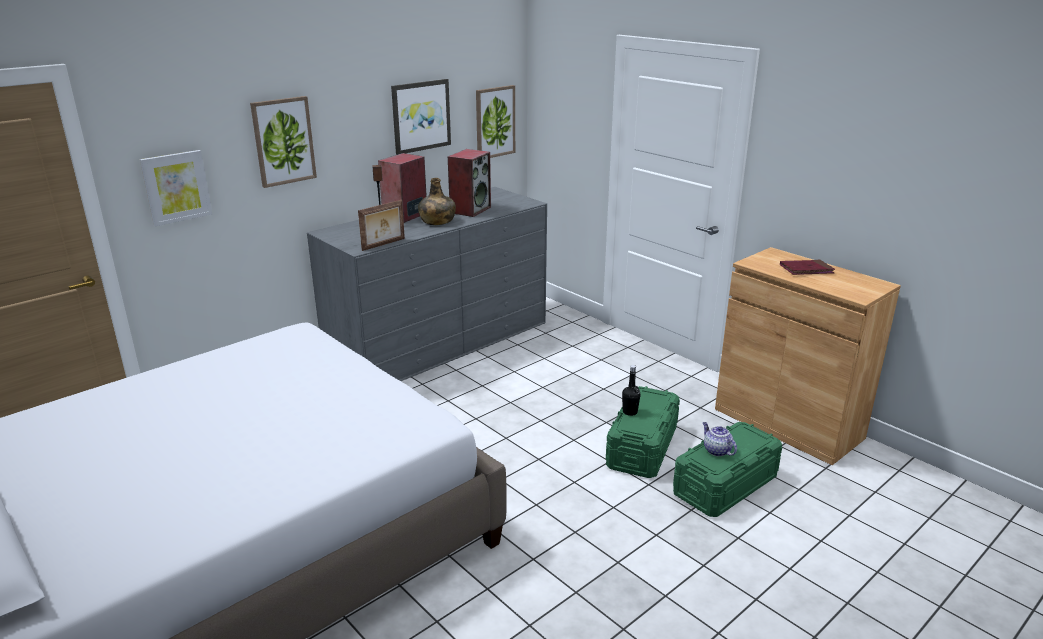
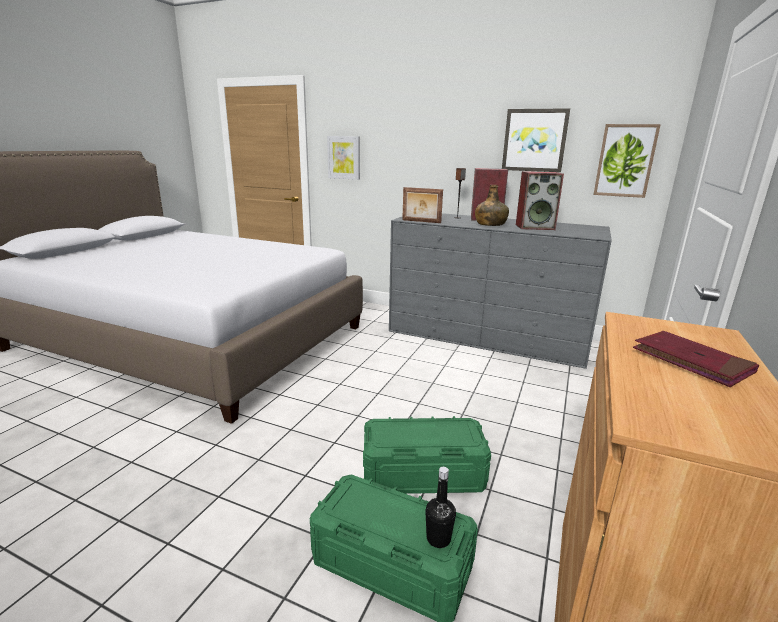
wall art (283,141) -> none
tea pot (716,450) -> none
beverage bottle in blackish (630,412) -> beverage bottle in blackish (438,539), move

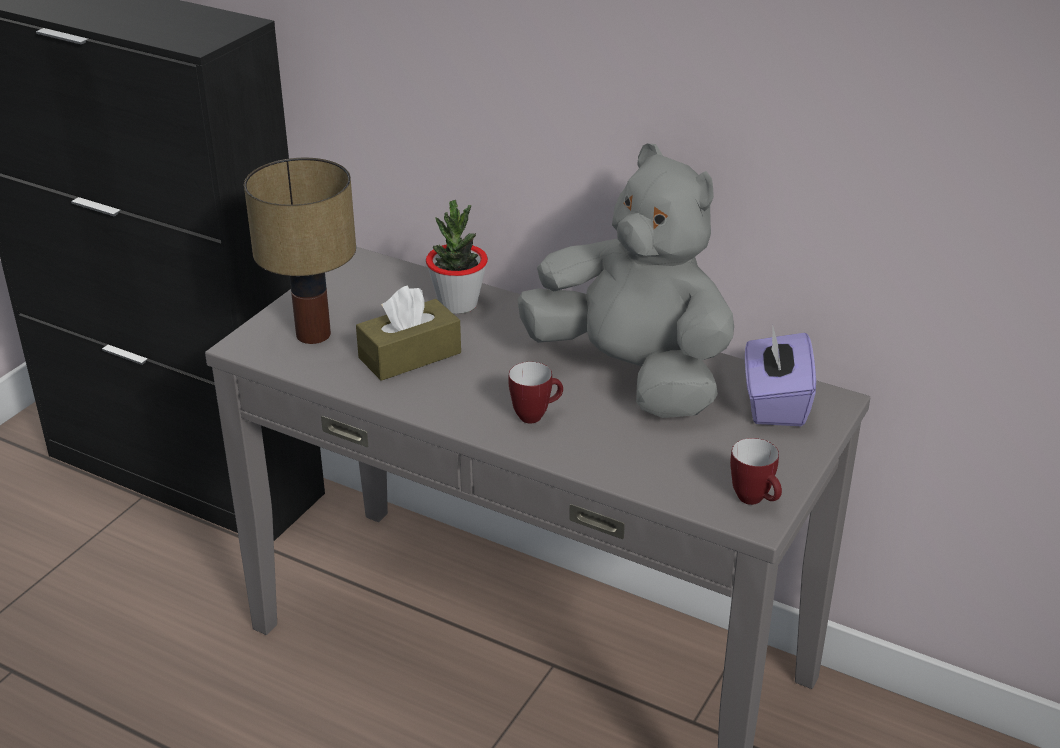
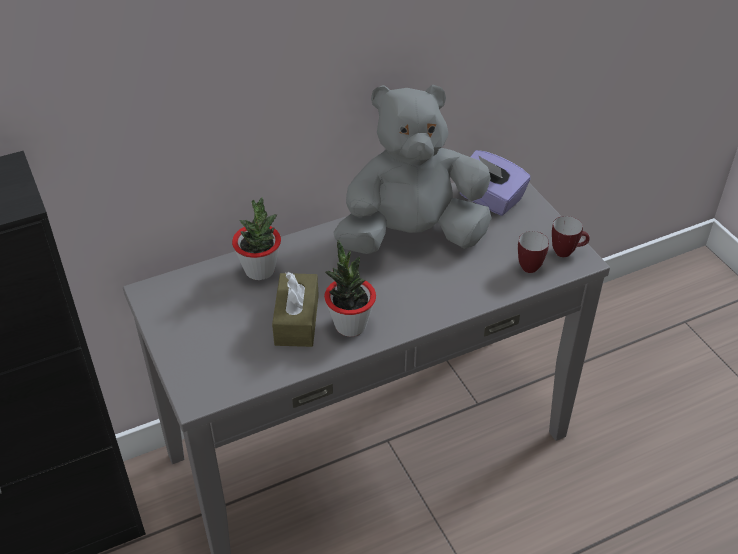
tabletop lamp (315,334) -> none
none -> potted plant (350,325)
coffee mug (536,415) -> coffee mug (529,265), move

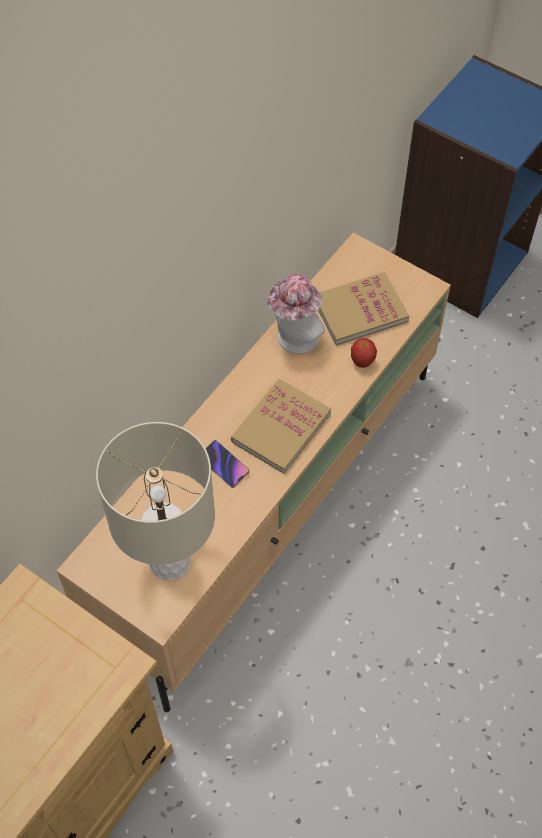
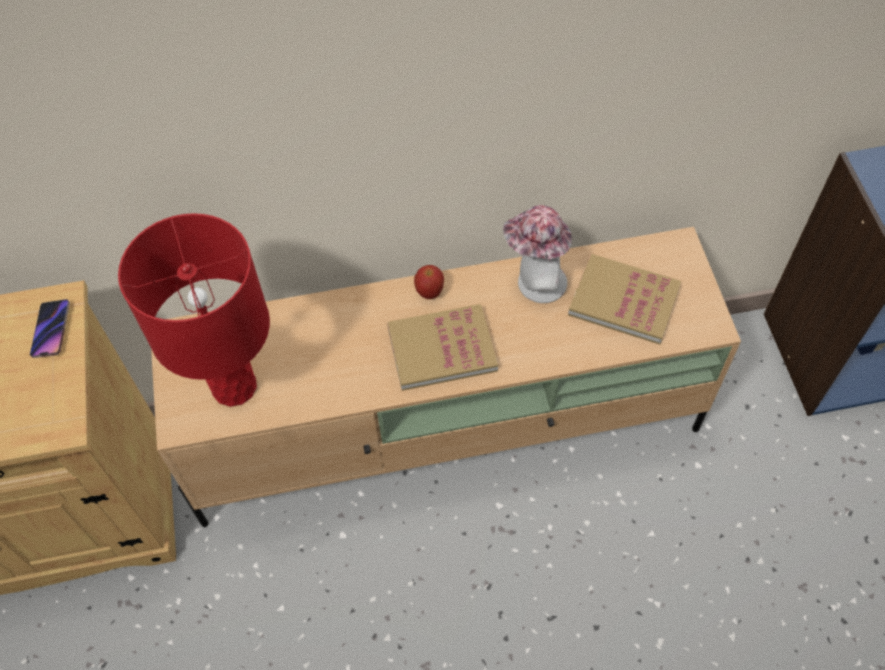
telephone (224,465) -> telephone (51,330), move
whole apple (362,362) -> whole apple (429,293), move
tabletop lamp in sand-coloured (169,563) -> tabletop lamp in reddish (233,387)

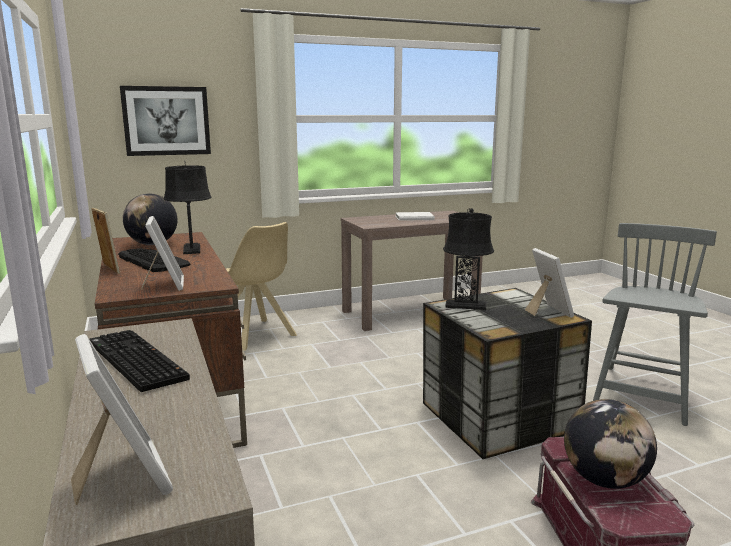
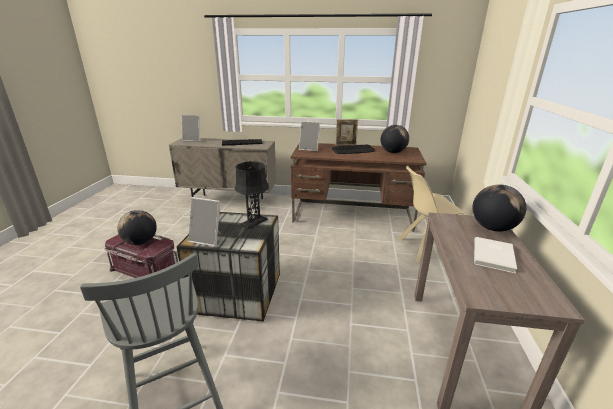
wall art (166,121) -> none
tabletop lamp in blackish (191,249) -> none
none -> desk globe (492,228)

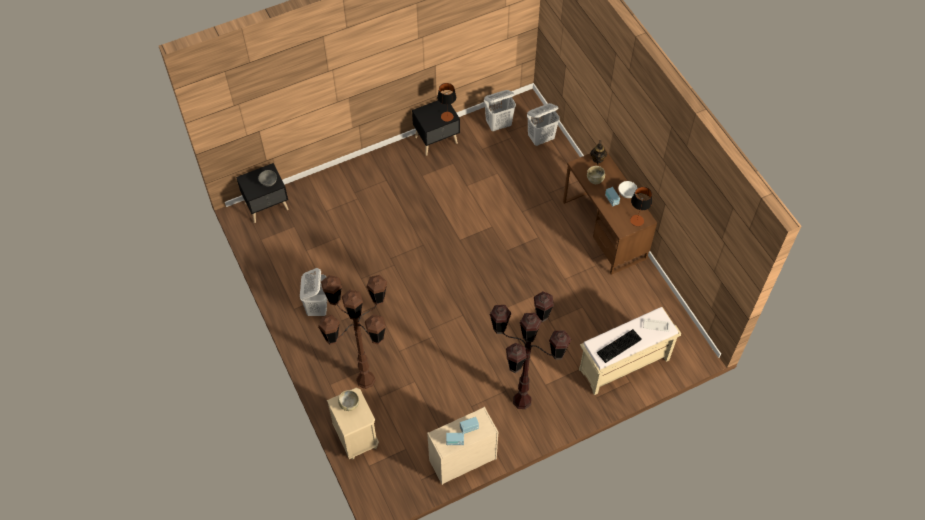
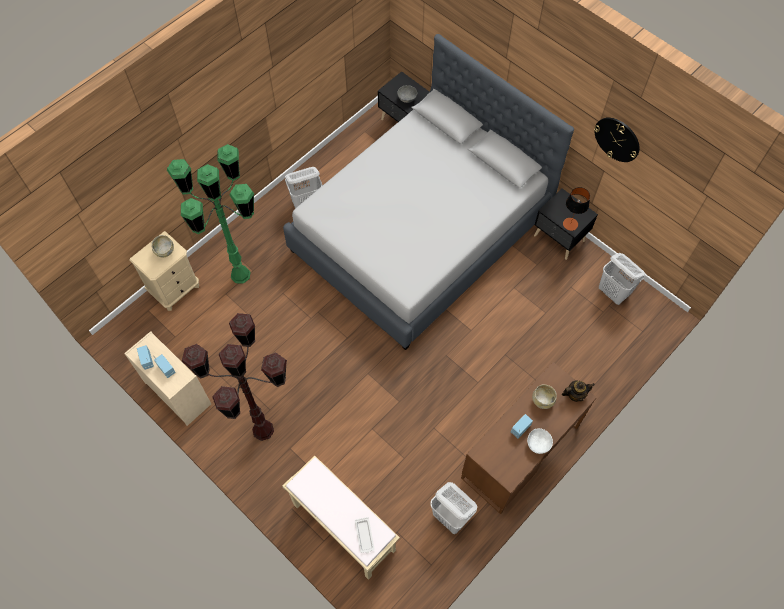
computer keyboard (619,347) -> none
tabletop lamp (637,220) -> none
none -> bedroom bed in grey (420,231)
none -> clock on the wall (617,139)
washing basket in white-coloured (541,138) -> washing basket in white-coloured (451,517), move
standing lamp in brownish (365,380) -> standing lamp in green (240,274)

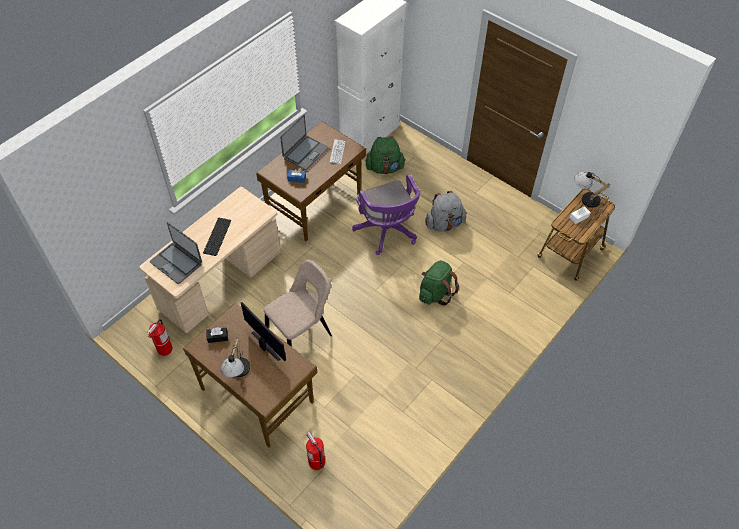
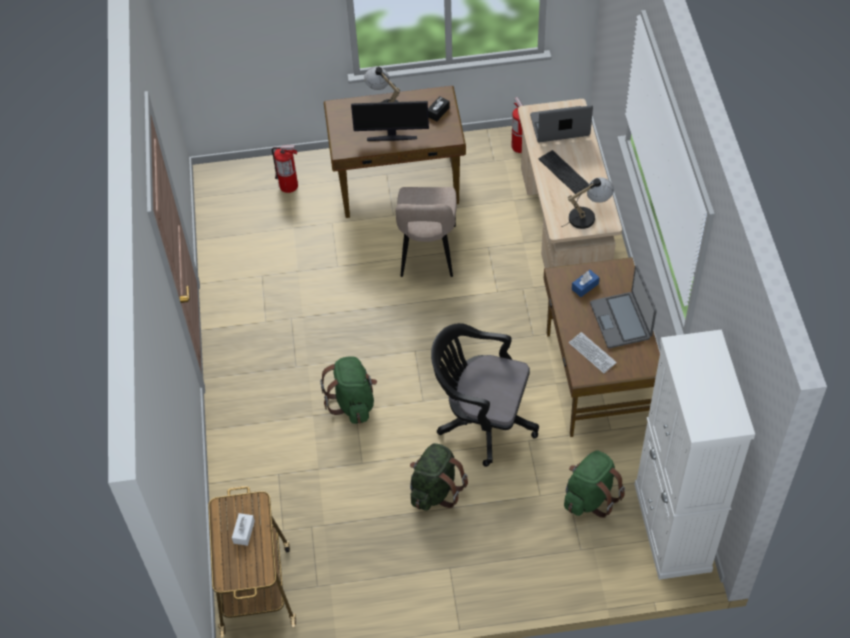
tabletop lamp (585,199) -> tabletop lamp (588,216), move
desk chair in purplish (387,232) -> desk chair in blackish (482,420)
rucksack in grey (444,224) -> rucksack in green (435,489)

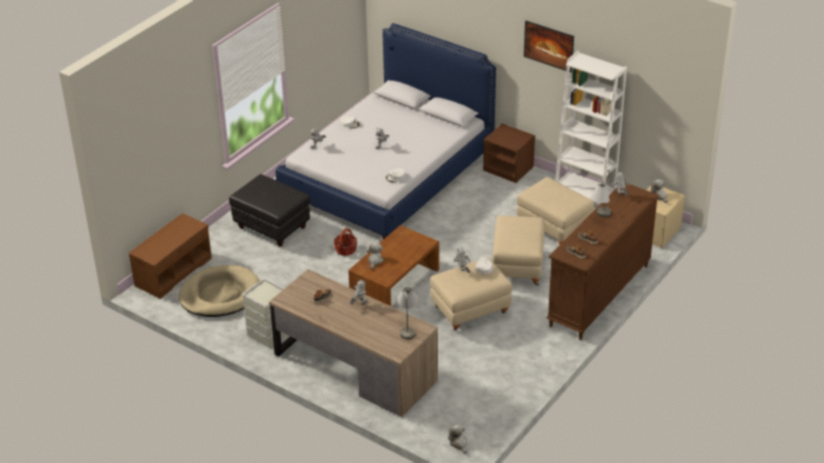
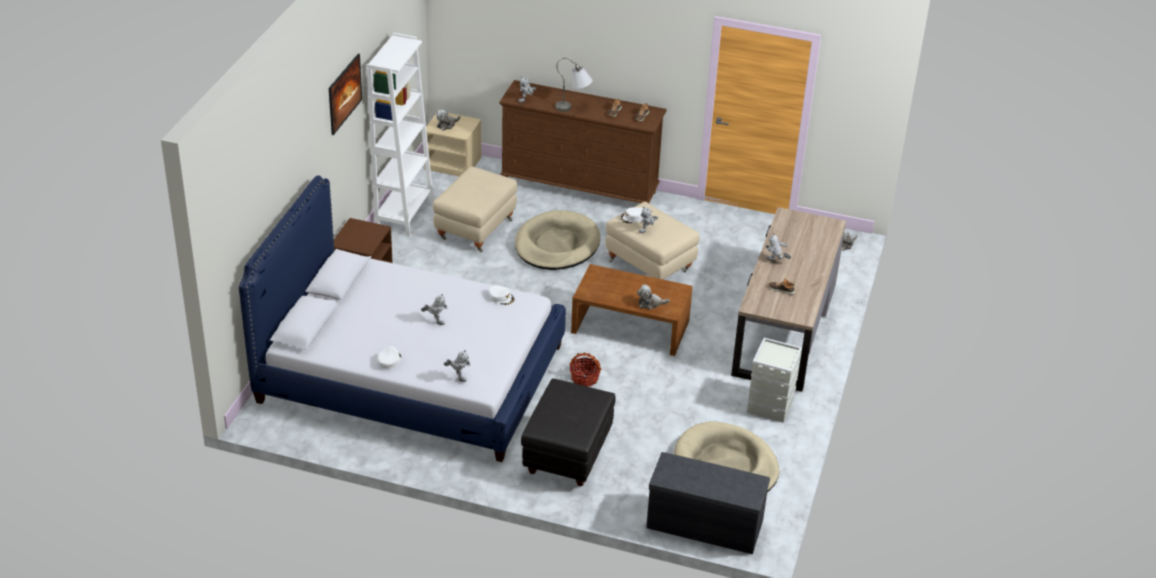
tabletop lamp in grey (408,327) -> none
pouffe in sand-coloured (517,267) -> dog bed in sand-coloured (557,245)
indoor bench in brownish (173,271) -> indoor bench in grey (703,524)

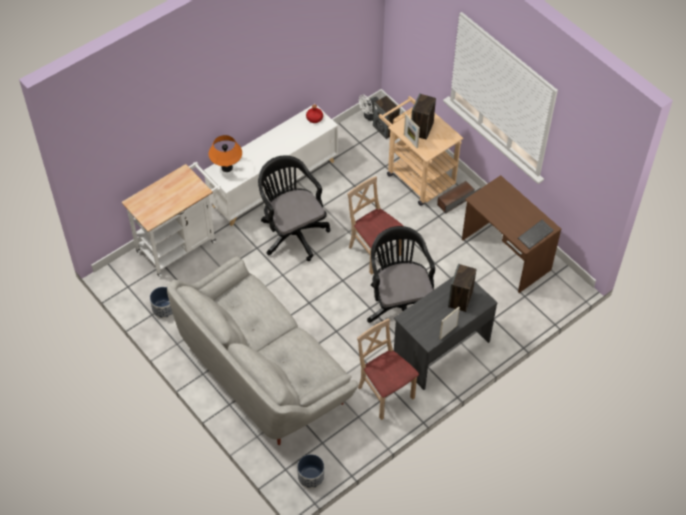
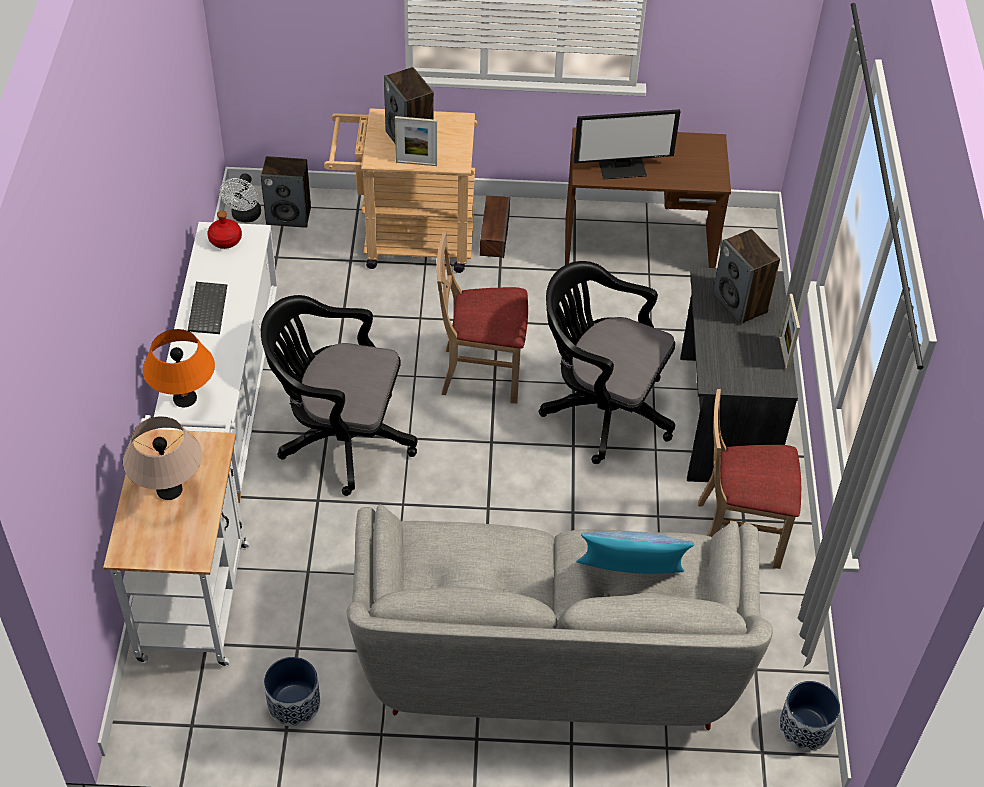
none -> tabletop lamp in sand-coloured (170,490)
none -> monitor (623,168)
none -> throw pillow (629,582)
computer keyboard (535,234) -> computer keyboard (206,308), move

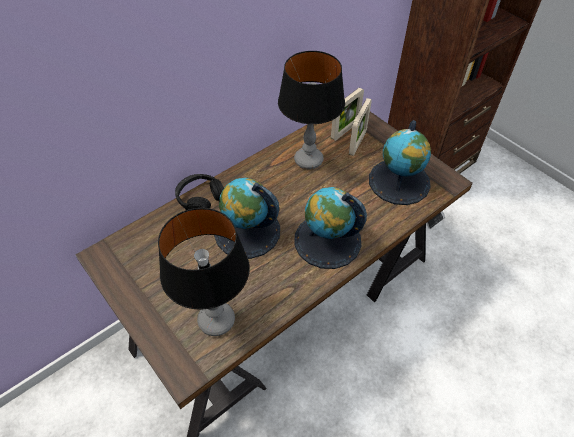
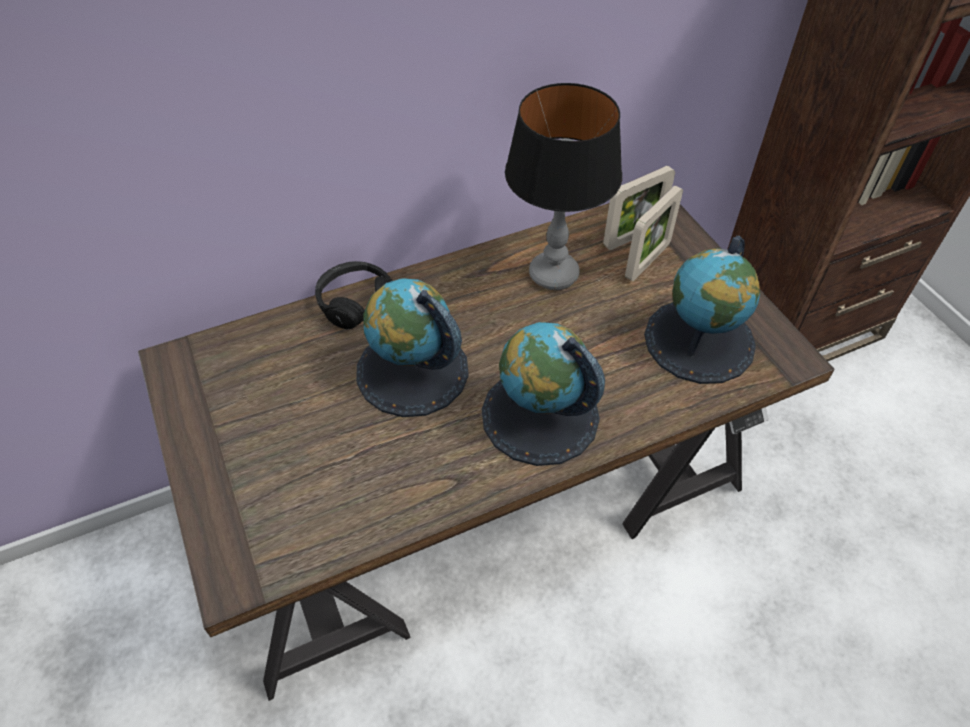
tabletop lamp (216,321) -> none

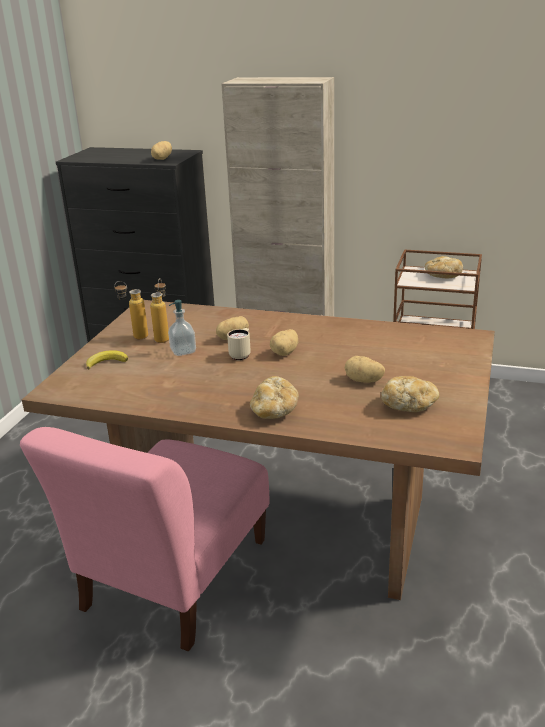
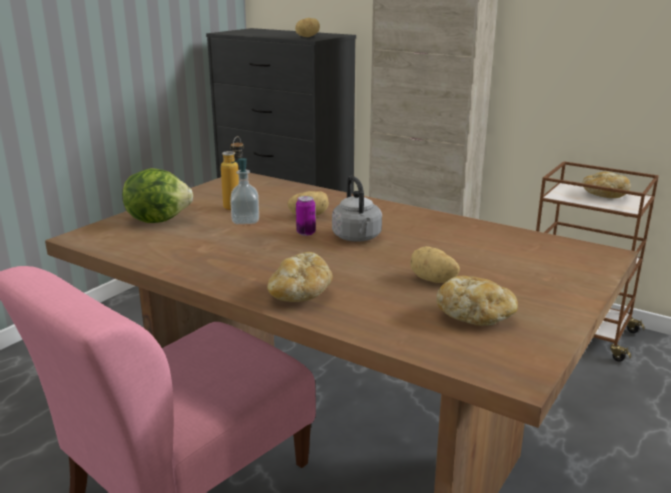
beverage bottle (135,336) -> none
banana (106,362) -> head of lettuce (158,219)
coffee mug in sand-coloured (241,355) -> metal can (306,233)
whole potato (285,353) -> tea kettle in grey (357,238)

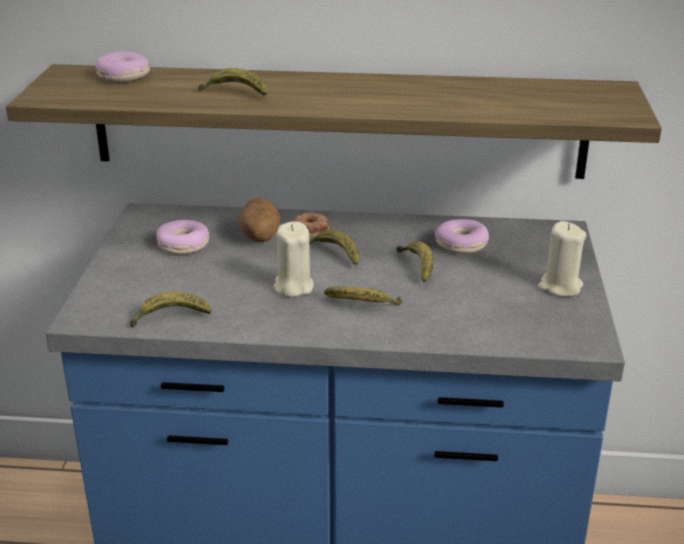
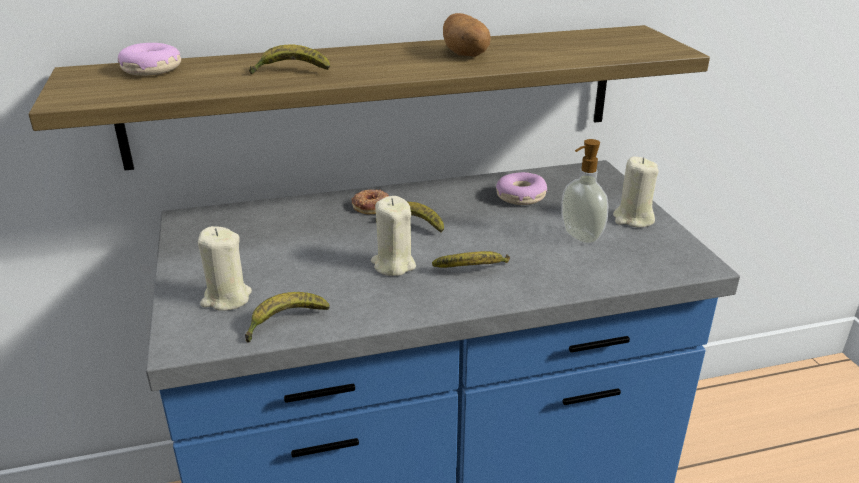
doughnut (184,245) -> none
banana (417,267) -> none
none -> candle in sand-coloured (226,298)
none -> liquid soap bottle (579,237)
whole potato (260,237) -> whole potato (466,55), move

